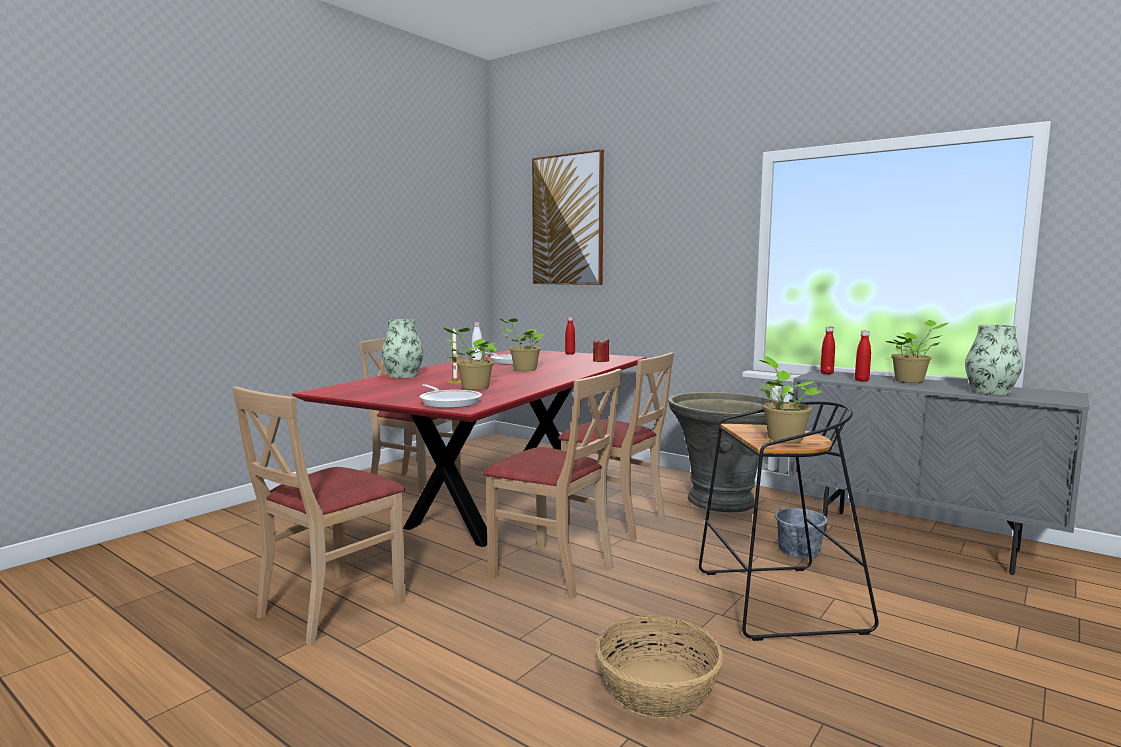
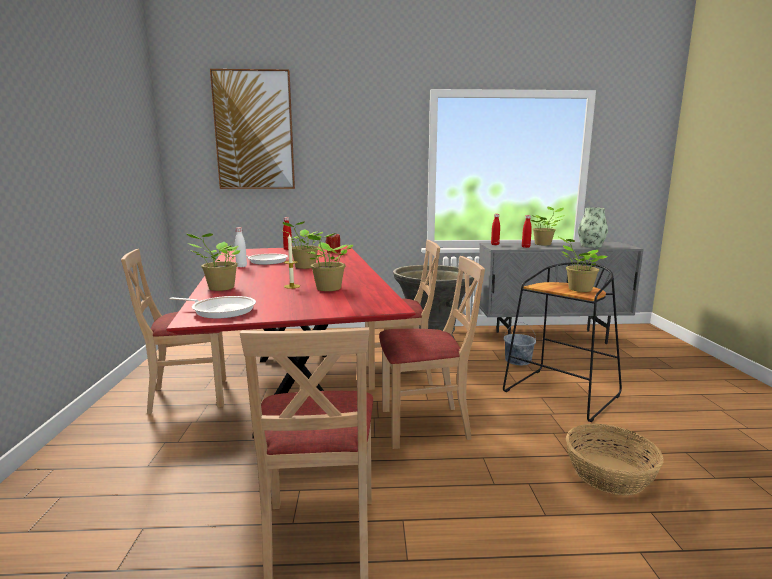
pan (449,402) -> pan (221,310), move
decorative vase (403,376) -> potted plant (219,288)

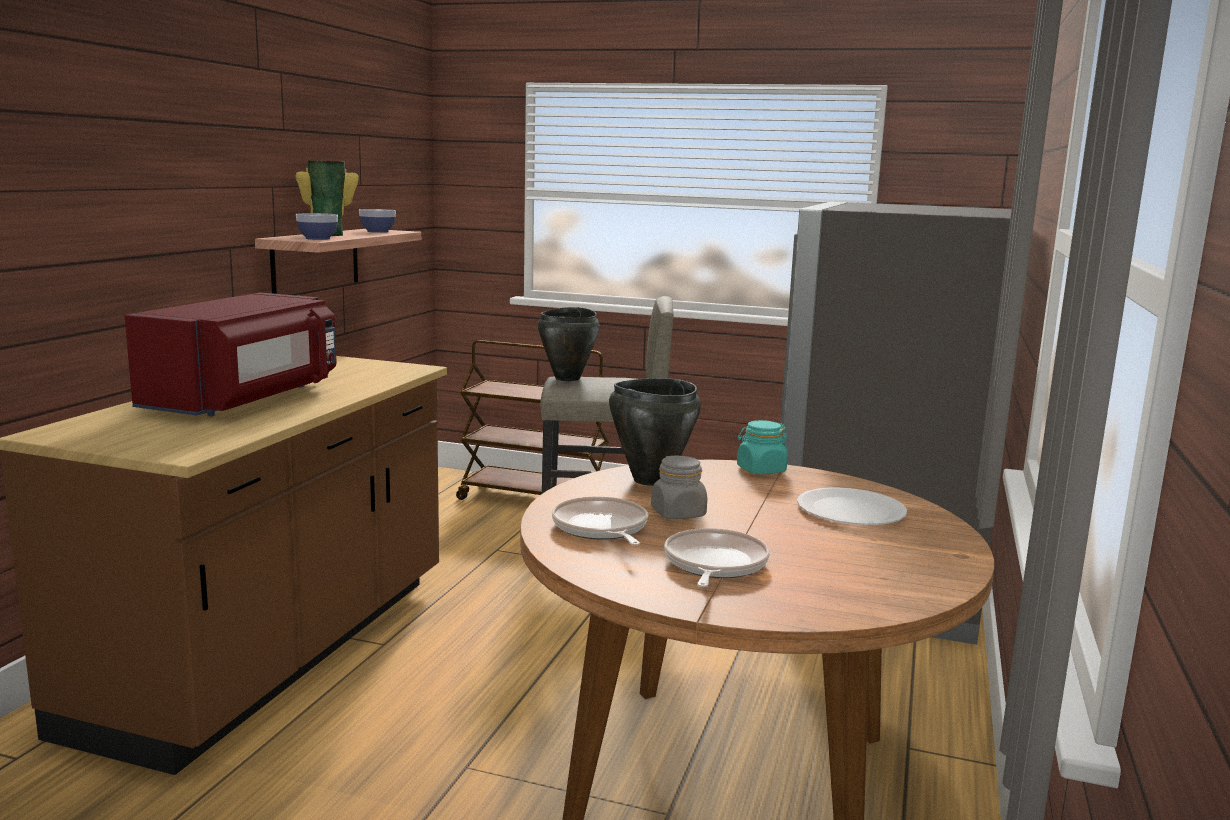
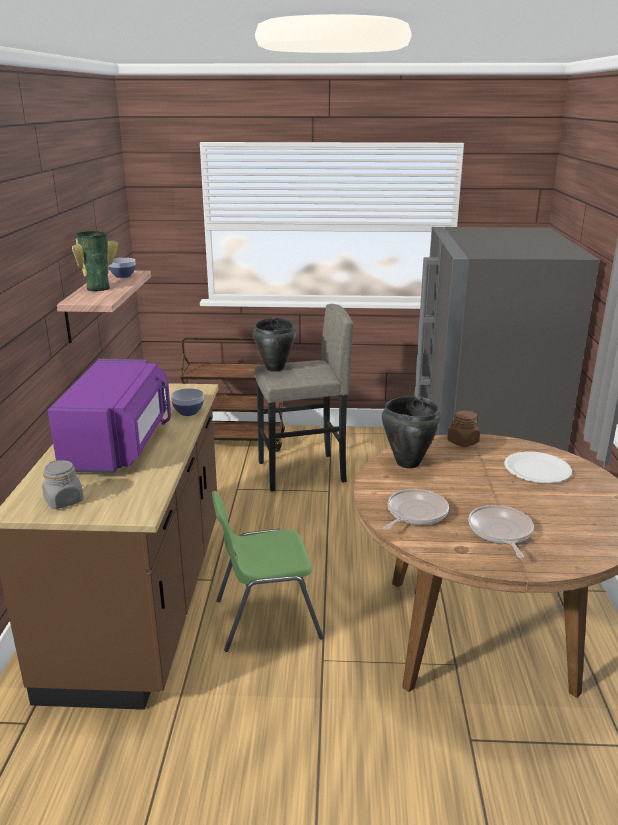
none -> plain chair in green (265,618)
bowl (317,238) -> bowl (188,412), move
preserve jar in grey (678,513) -> preserve jar in grey (64,501), move
kitchen microwave in reddish (246,399) -> kitchen microwave in purplish (119,445)
preserve jar in turquoise (761,470) -> preserve jar in brownish (462,442)
pan (601,528) -> pan (415,513), 75 degrees clockwise

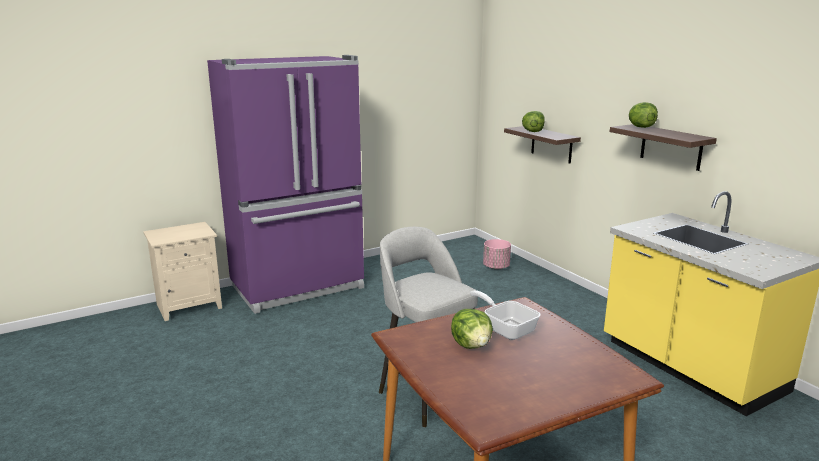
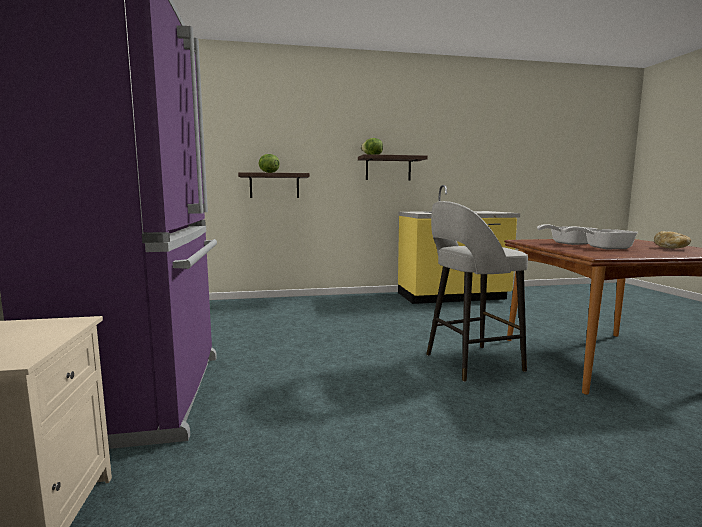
plant pot in pink-coloured (496,267) -> none
none -> bakery bread (671,248)
head of lettuce (472,345) -> pan (602,248)

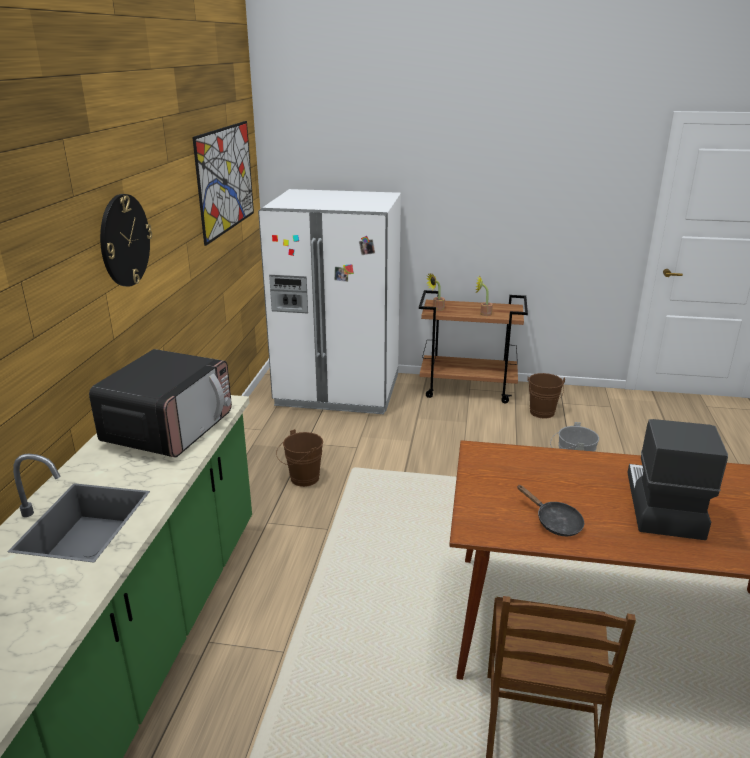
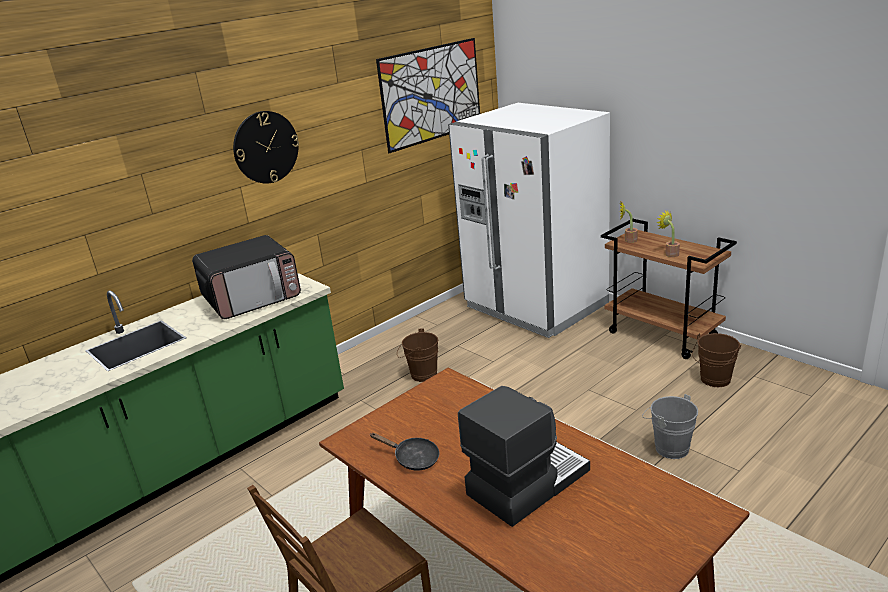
pan in blackish (554,522) -> pan in blackish (413,458), 60 degrees counterclockwise

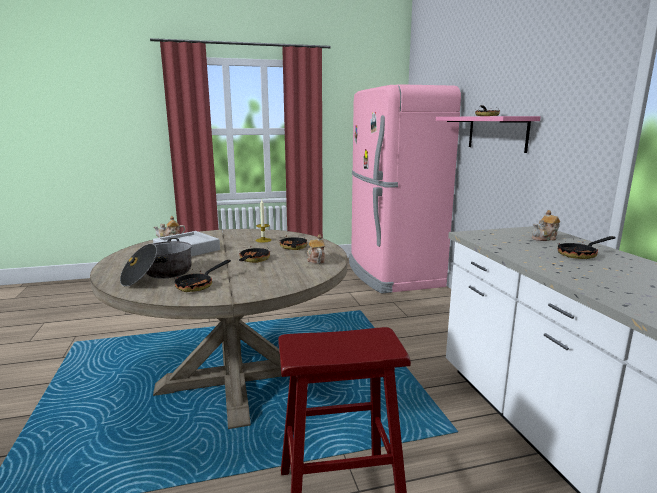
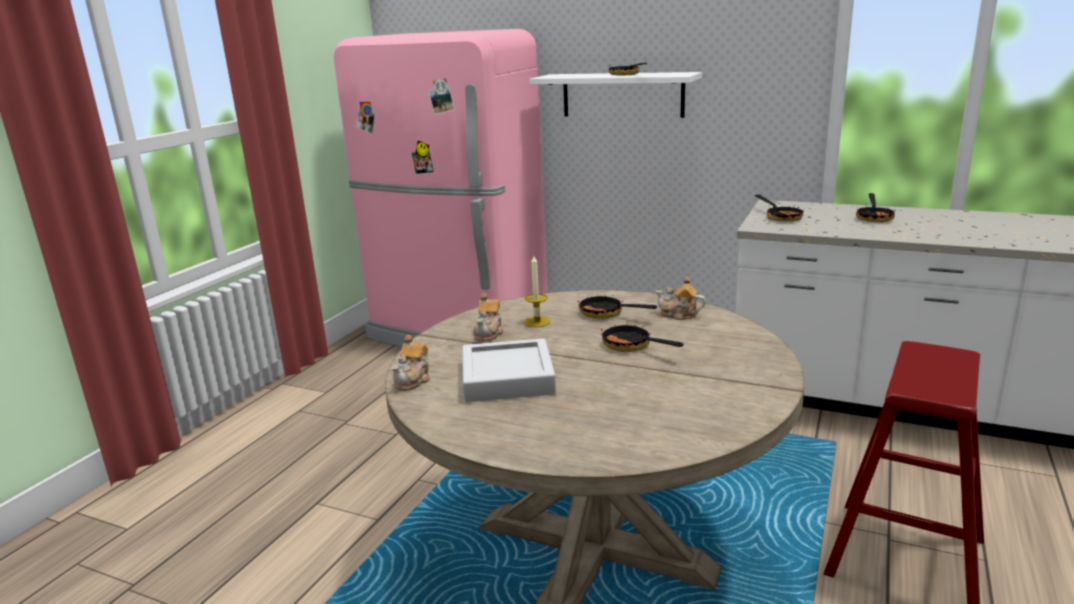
saucepot (158,275) -> none
pan (199,285) -> pan (780,217), move
tea pot (545,238) -> tea pot (489,333), move
shelf in pink-coloured (497,133) -> shelf in white-coloured (622,95)

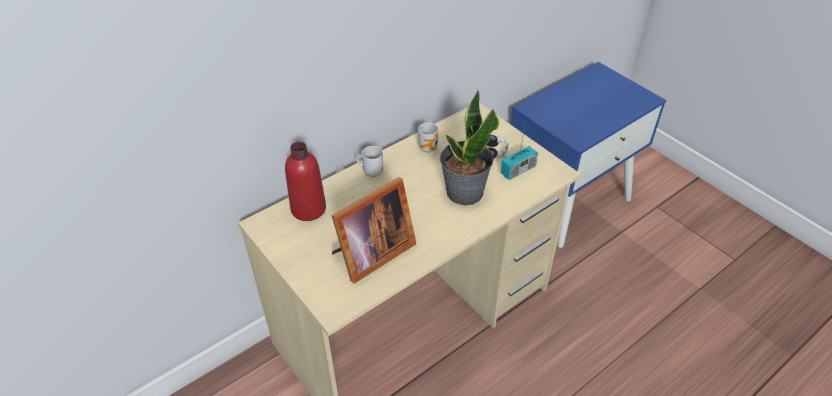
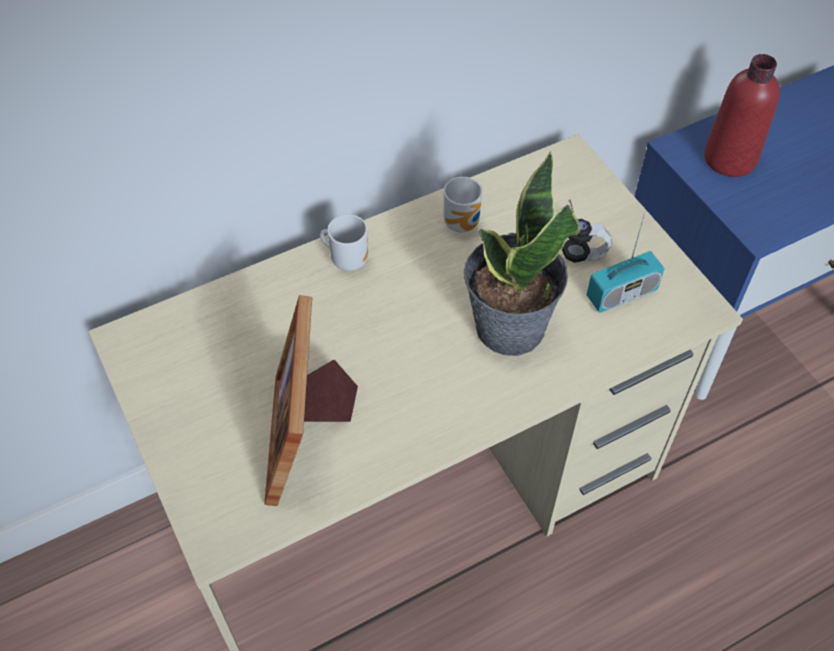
beverage bottle in reddish (308,209) -> beverage bottle in reddish (729,158), move
photo frame (371,254) -> photo frame (308,433), 120 degrees clockwise

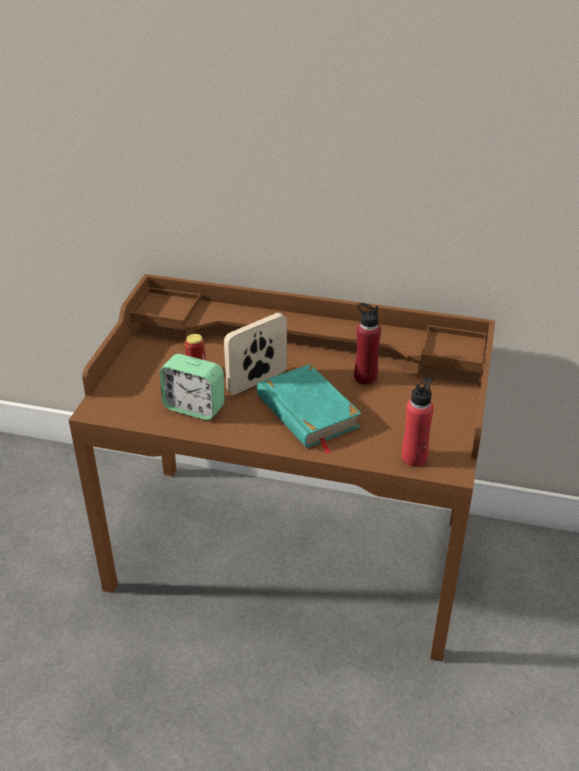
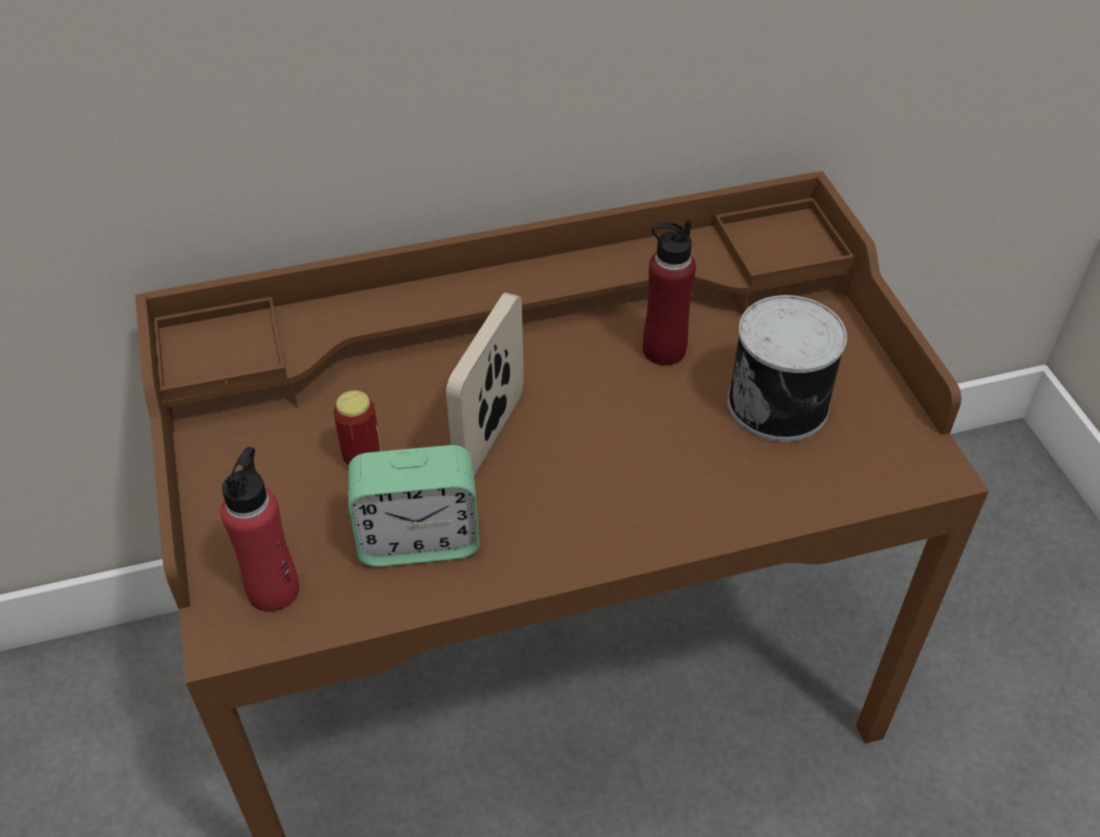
book in turquoise (307,412) -> none
none -> metal can (780,403)
beverage bottle in reddish (414,457) -> beverage bottle in reddish (273,590), move

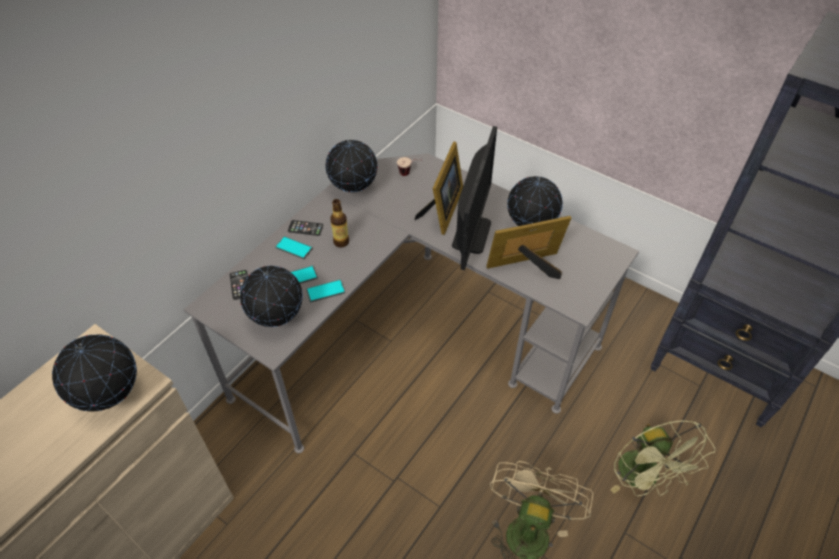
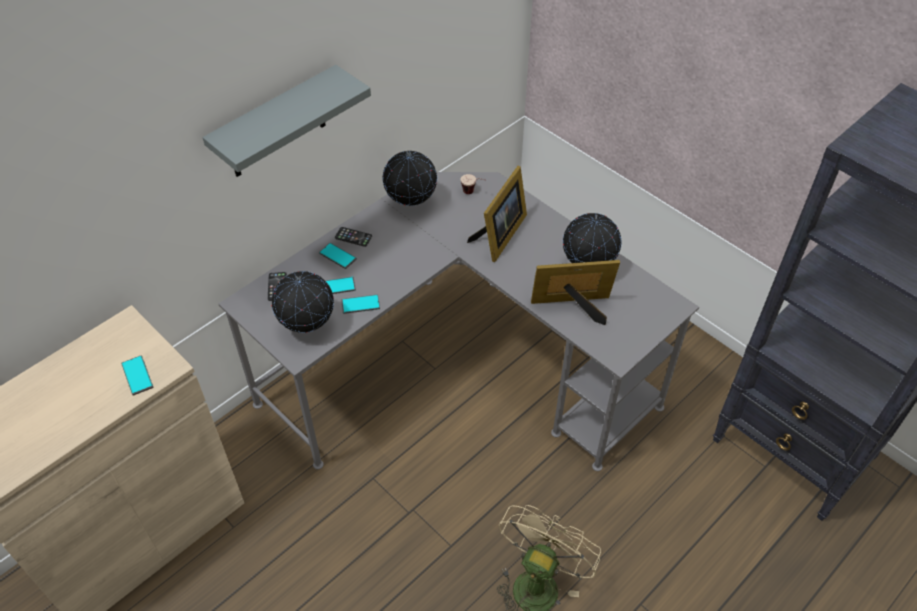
beverage bottle (341,242) -> none
monitor (471,234) -> none
cooling fan in green (644,478) -> none
none -> shelf in grey (276,125)
desk globe (112,397) -> telephone (137,375)

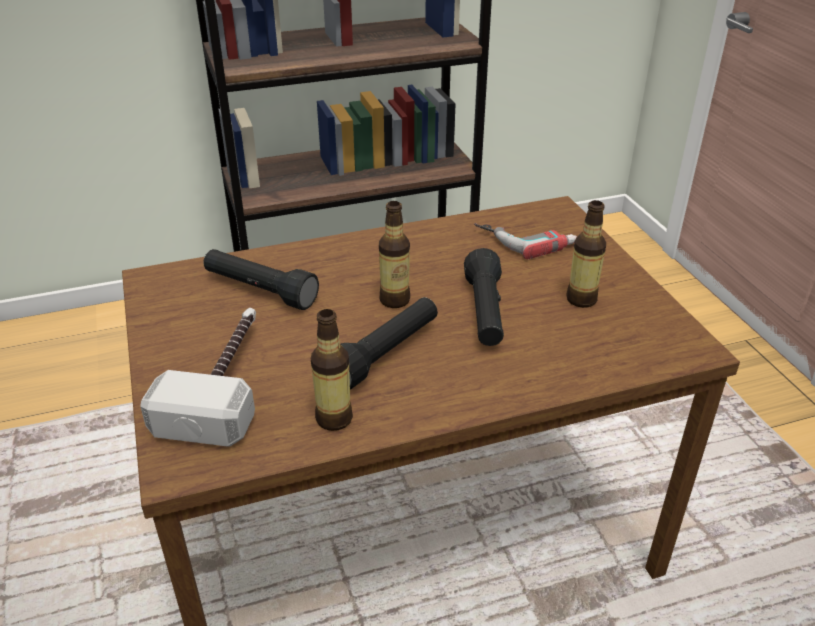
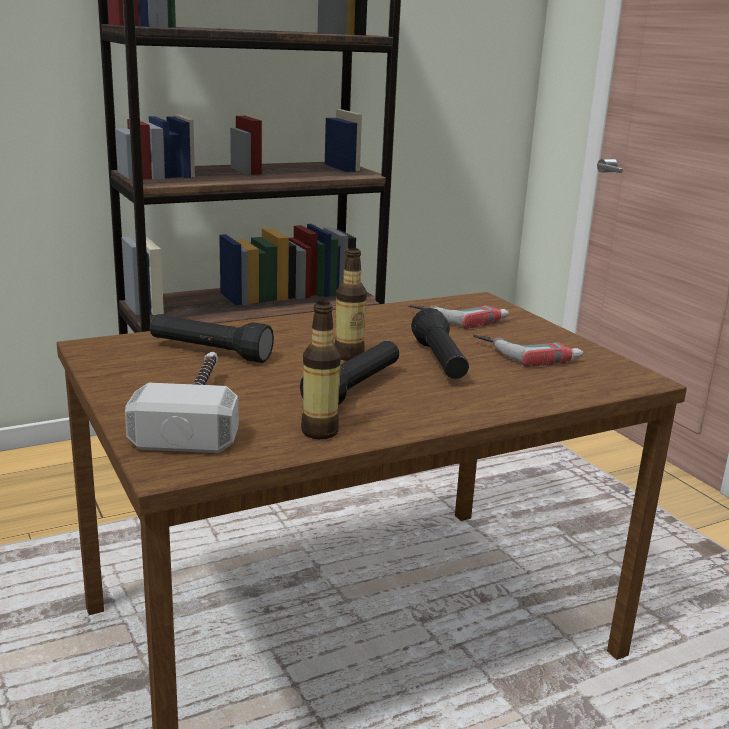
beverage bottle (581,299) -> power drill (527,352)

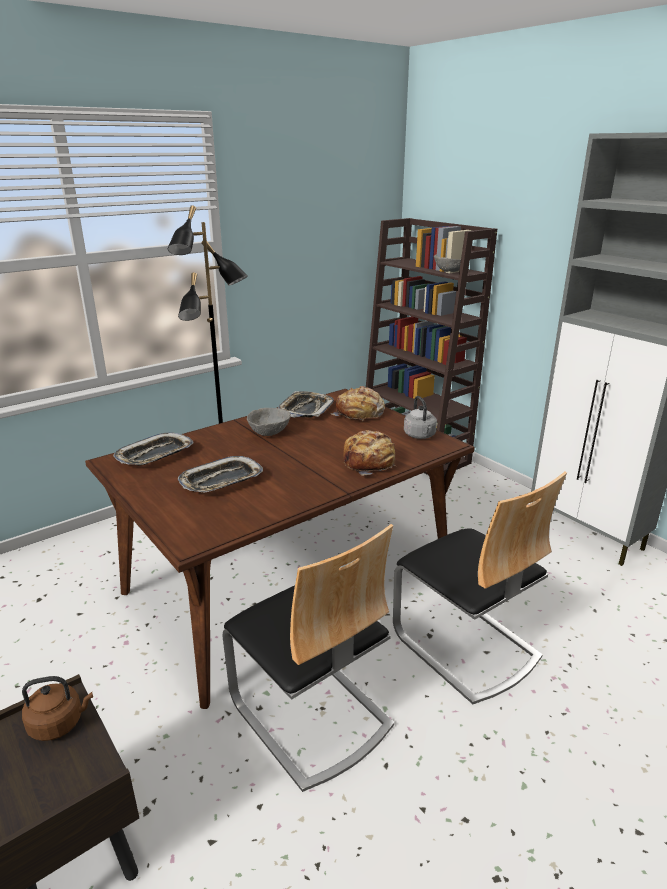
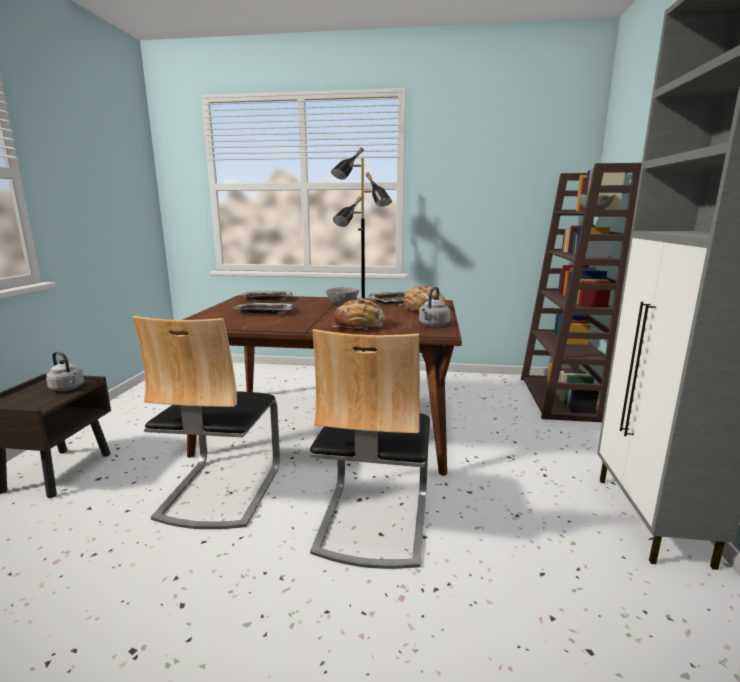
tea kettle in brownish (59,723) -> tea kettle in grey (68,388)

